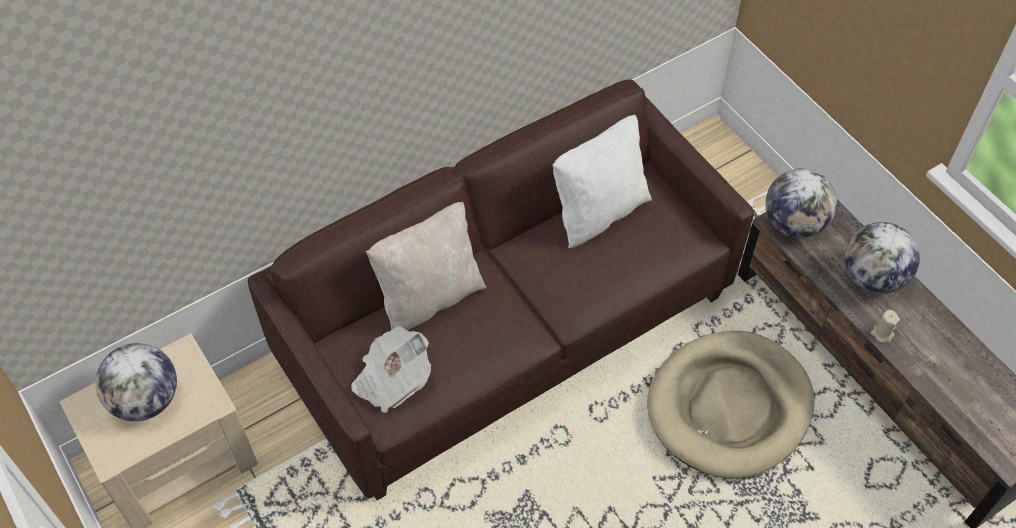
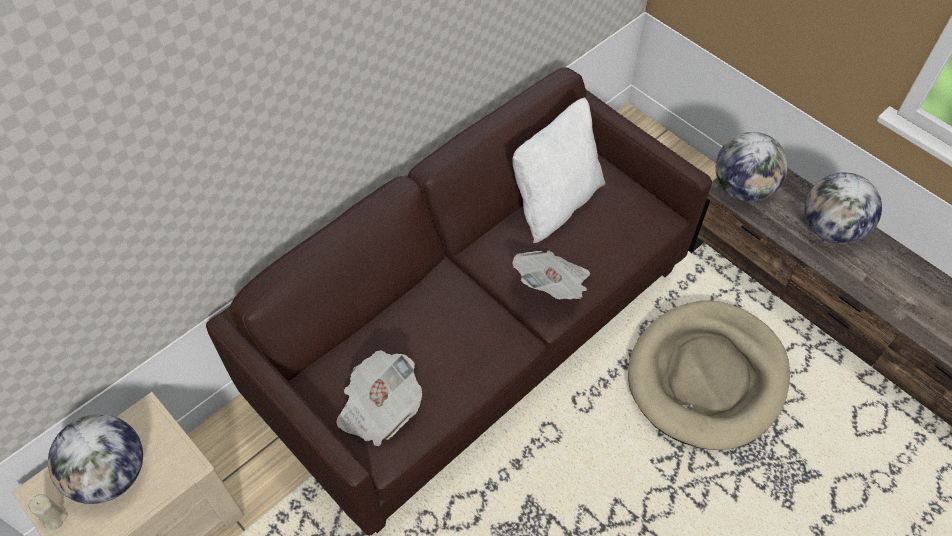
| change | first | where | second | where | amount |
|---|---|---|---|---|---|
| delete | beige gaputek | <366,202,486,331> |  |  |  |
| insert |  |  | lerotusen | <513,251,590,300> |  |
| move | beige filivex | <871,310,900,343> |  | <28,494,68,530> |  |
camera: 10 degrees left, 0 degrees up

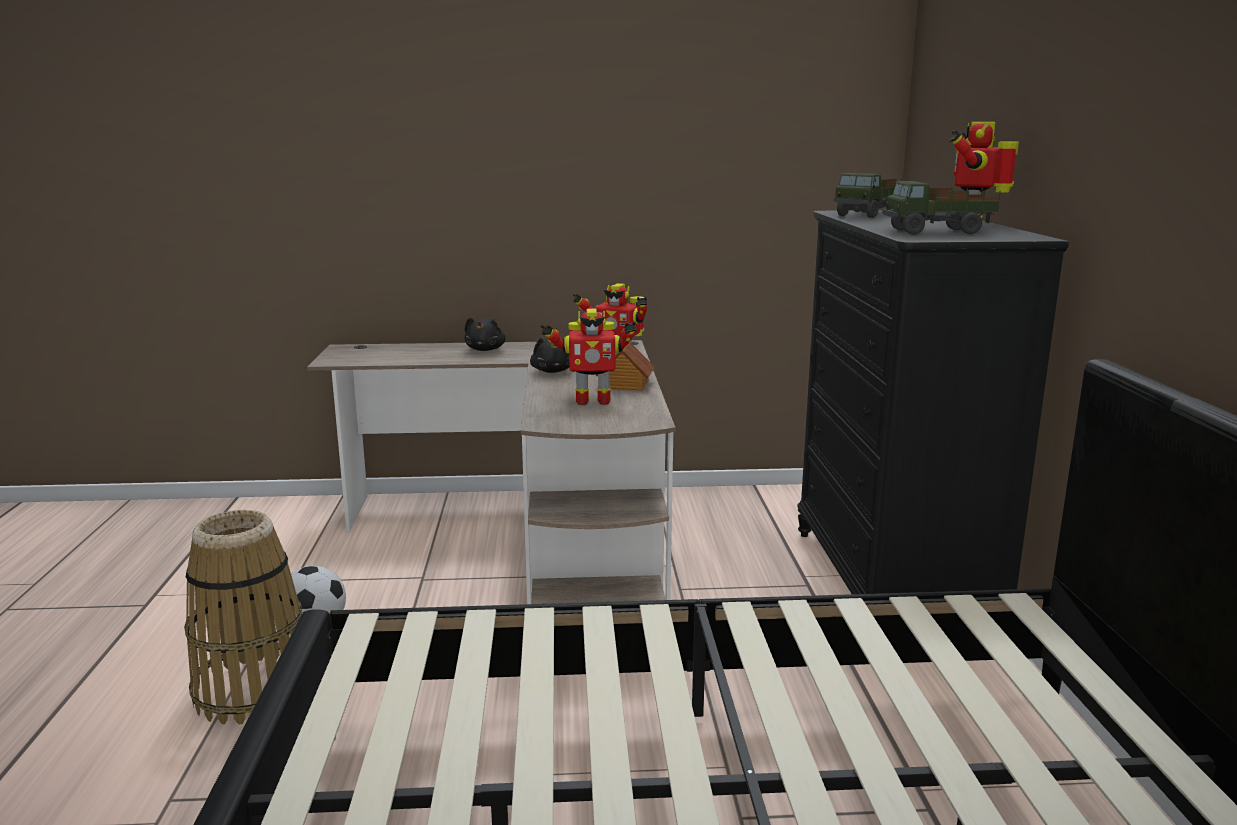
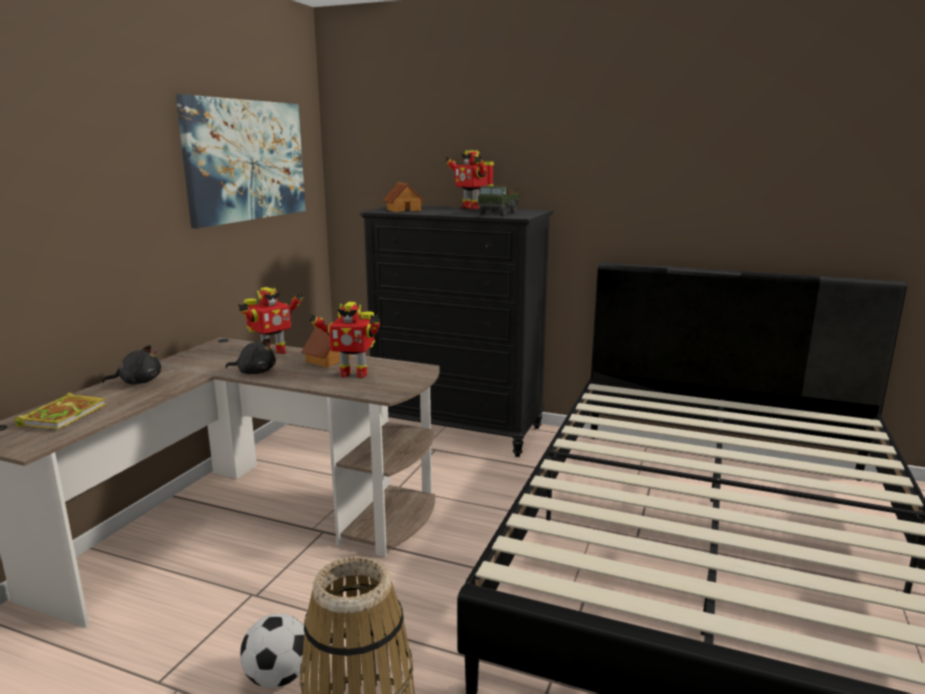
| change | first | where | second | where | amount |
|---|---|---|---|---|---|
| insert |  |  | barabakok | <14,392,106,429> |  |
| insert |  |  | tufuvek | <175,94,306,228> |  |
| replace | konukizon | <833,173,908,218> | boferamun | <382,182,425,212> |  |
| rotate | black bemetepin | <464,317,506,351> |  | <102,345,161,385> | 45 degrees counterclockwise |
| rotate | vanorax | <540,309,637,405> |  | <307,302,380,378> | 75 degrees clockwise |
camera: 65 degrees left, 0 degrees up

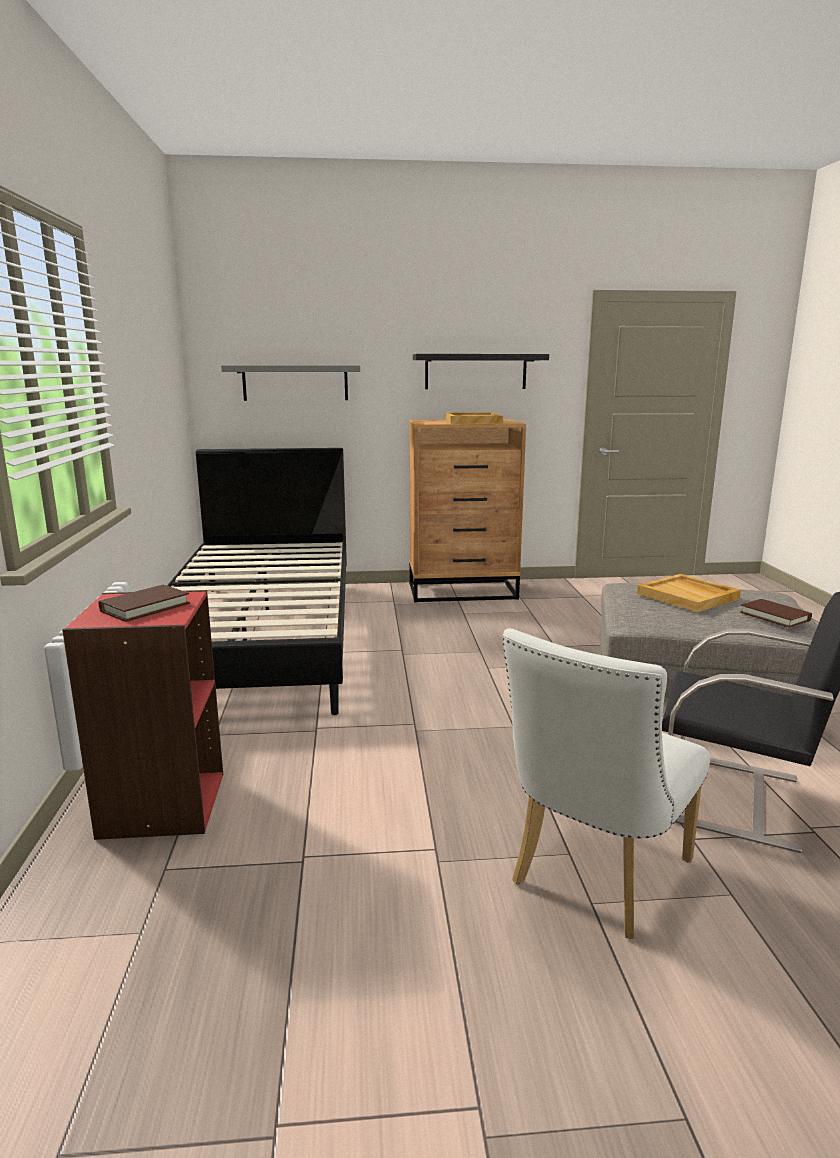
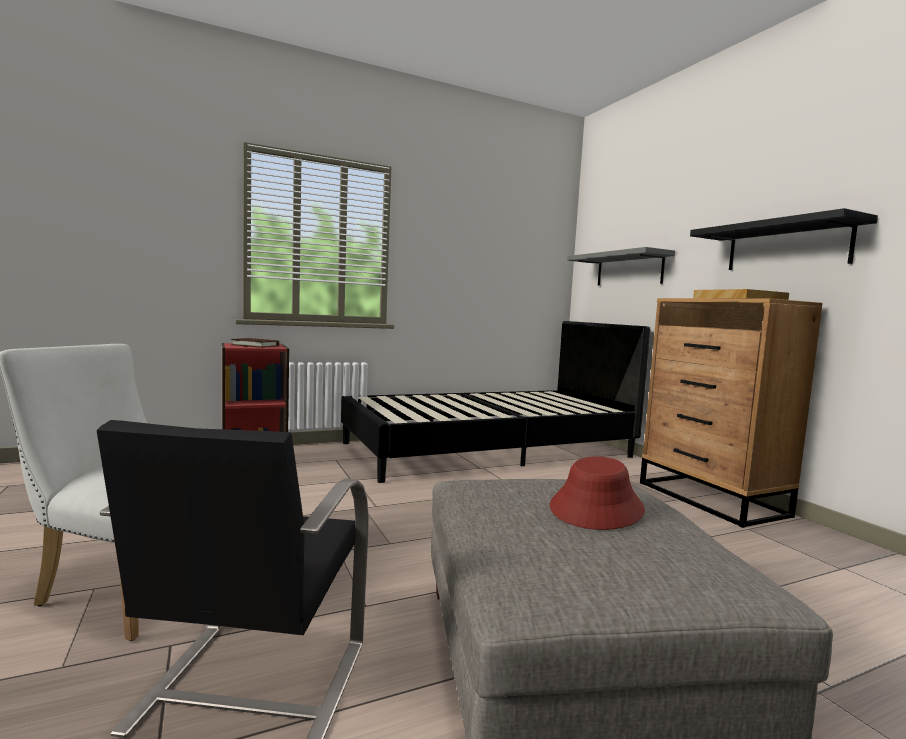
| change | first | where | second | where | amount |
|---|---|---|---|---|---|
| delete | brown barabakok | <740,599,812,628> |  |  |  |
| replace | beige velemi | <637,574,741,612> | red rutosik | <550,456,645,530> |  |
camera: 70 degrees right, 10 degrees down

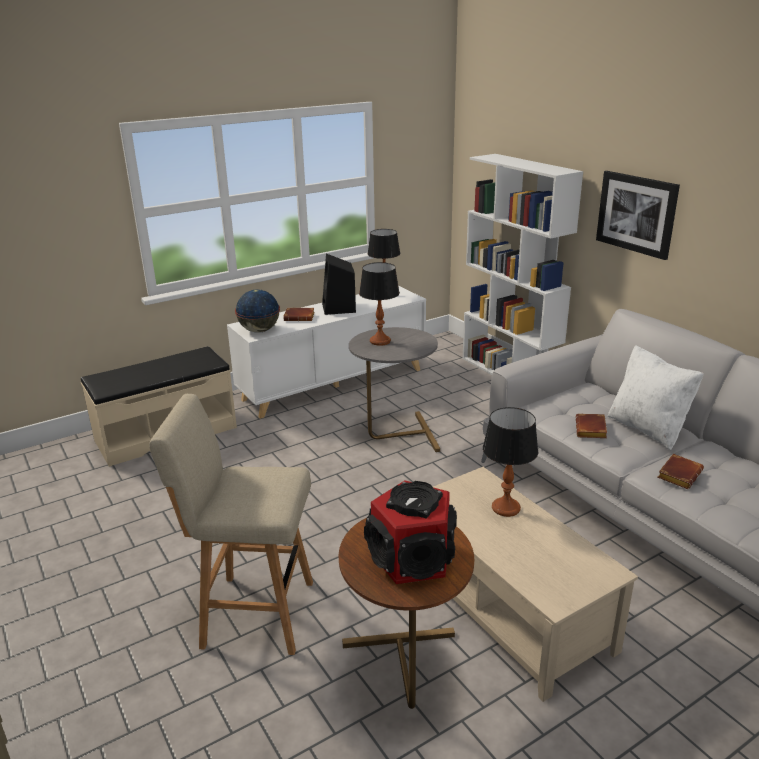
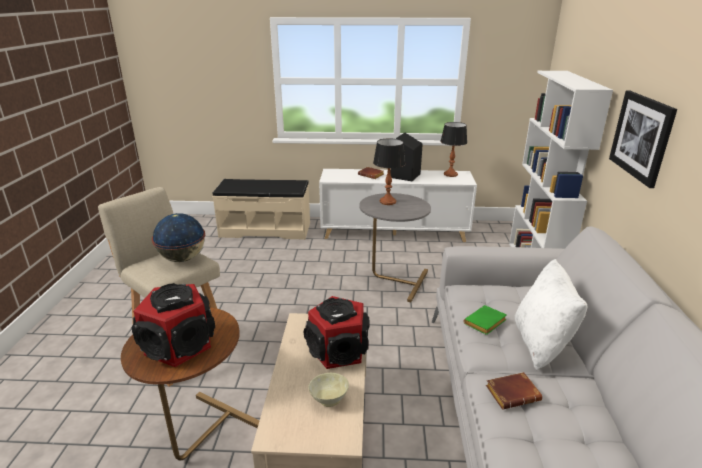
| change | first | where | second | where | amount |
|---|---|---|---|---|---|
| insert |  |  | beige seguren | <308,373,349,407> |  |
| move | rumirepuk | <235,289,280,333> |  | <152,213,205,262> |  |
| replace | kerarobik | <483,407,538,517> | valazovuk | <304,296,370,369> |  |
| recolor | brown barabakok | <576,413,607,438> | green barabakok | <464,305,507,335> |  |
camera: 35 degrees right, 0 degrees up

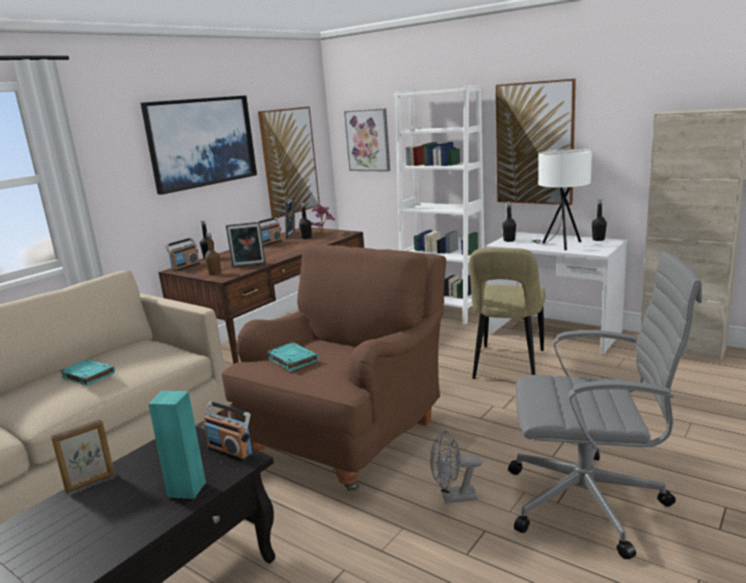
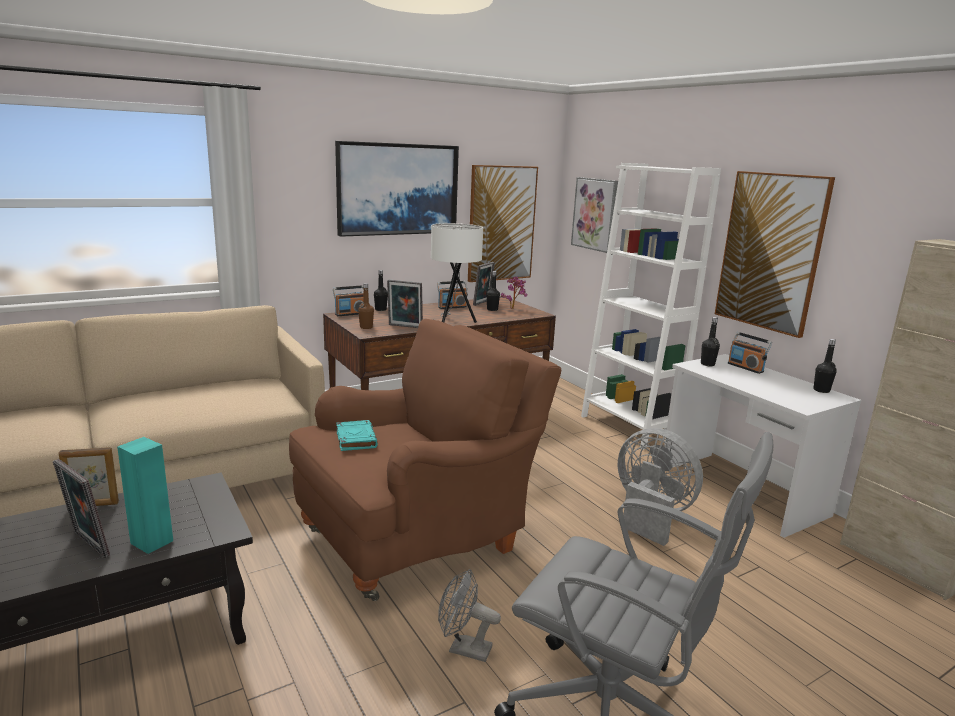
| change | first | where | second | where | amount |
|---|---|---|---|---|---|
| delete | turquoise barabakok | <60,359,115,386> |  |  |  |
| insert |  |  | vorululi | <53,459,110,558> |  |
| move | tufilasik | <204,401,253,461> |  | <728,332,772,374> |  |
| move | white kerarobik | <532,149,592,250> |  | <431,223,483,323> |  |
| replace | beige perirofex | <469,248,546,379> | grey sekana | <618,428,703,546> |  |
camera: 20 degrees right, 0 degrees up

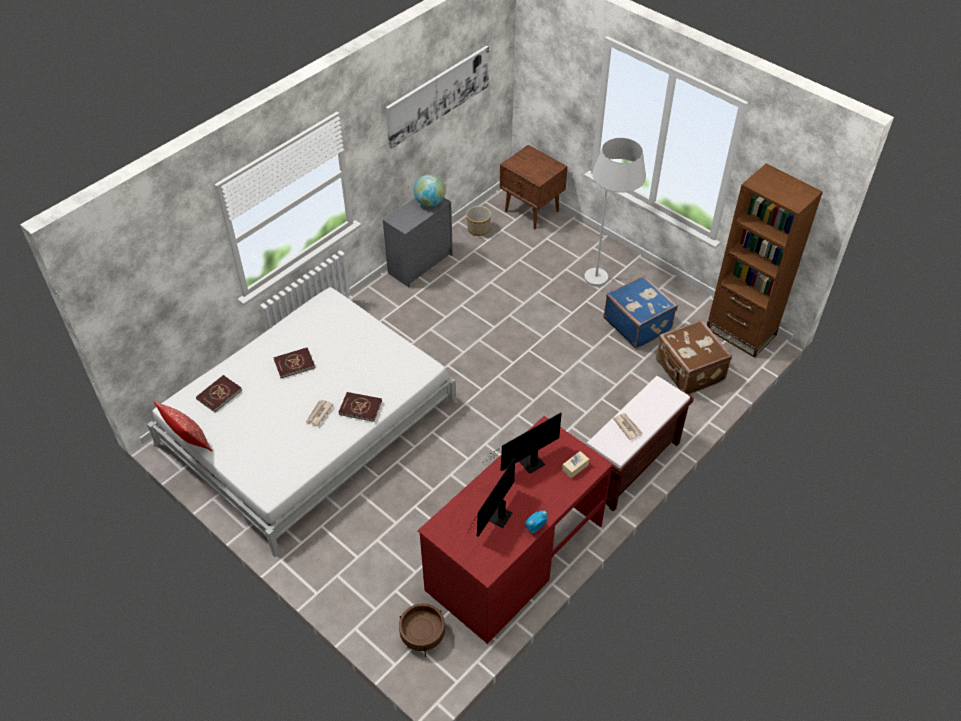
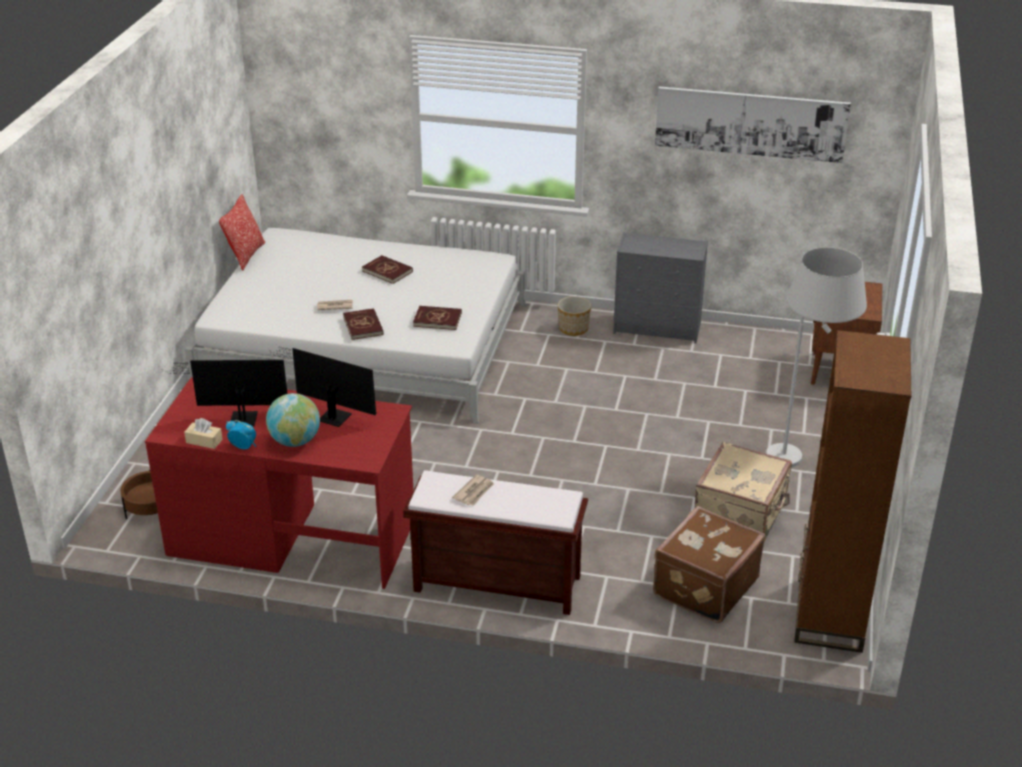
| change | first | where | second | where | amount |
|---|---|---|---|---|---|
| move | red barabakok | <196,375,242,412> |  | <413,306,462,330> |  |
| move | rumirepuk | <414,174,445,207> |  | <266,393,320,447> |  |
| move | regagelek | <466,206,491,236> |  | <558,296,591,336> |  |
| move | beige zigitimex | <562,451,589,478> |  | <184,418,223,449> |  |
| recolor | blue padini | <604,275,678,349> | beige padini | <695,442,792,542> |  |
camera: 60 degrees right, 15 degrees down

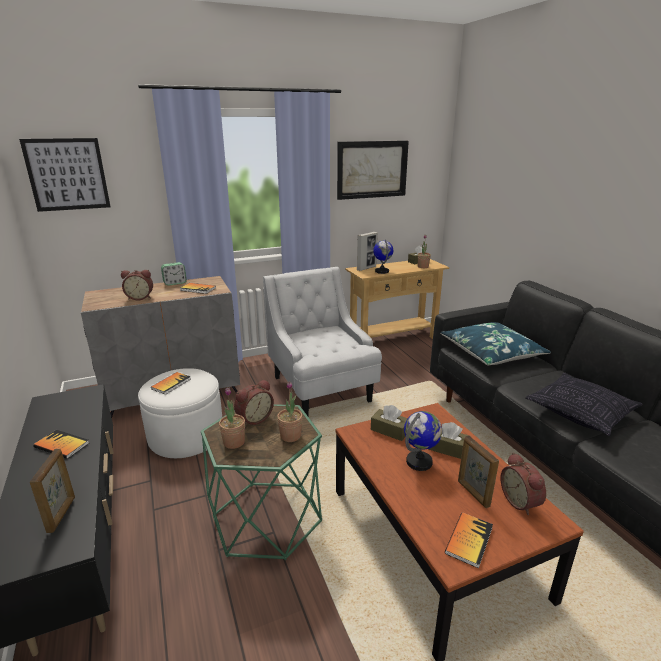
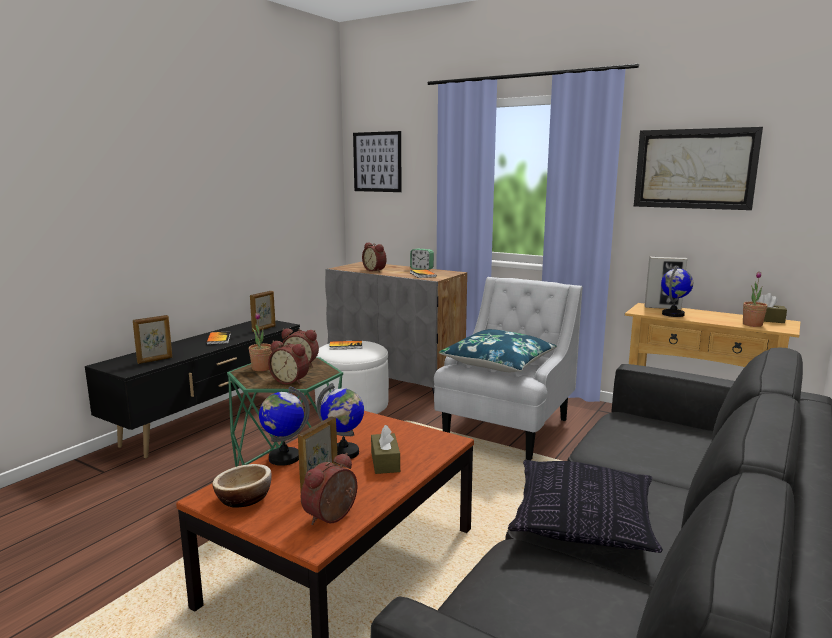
| change | first | where | second | where | amount |
|---|---|---|---|---|---|
| delete | brown zigitimex | <371,405,408,441> |  |  |  |
| insert |  |  | vorululi | <250,291,275,332> |  |
| insert |  |  | rumirepuk | <259,386,310,466> |  |
| move | blue gaputek | <440,322,551,366> |  | <439,329,557,372> |  |
| replace | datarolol | <277,381,303,442> | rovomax | <268,341,309,385> |  |
| replace | barabakok | <445,512,493,569> | seguren | <212,464,272,508> |  |
camera: 55 degrees right, 10 degrees down

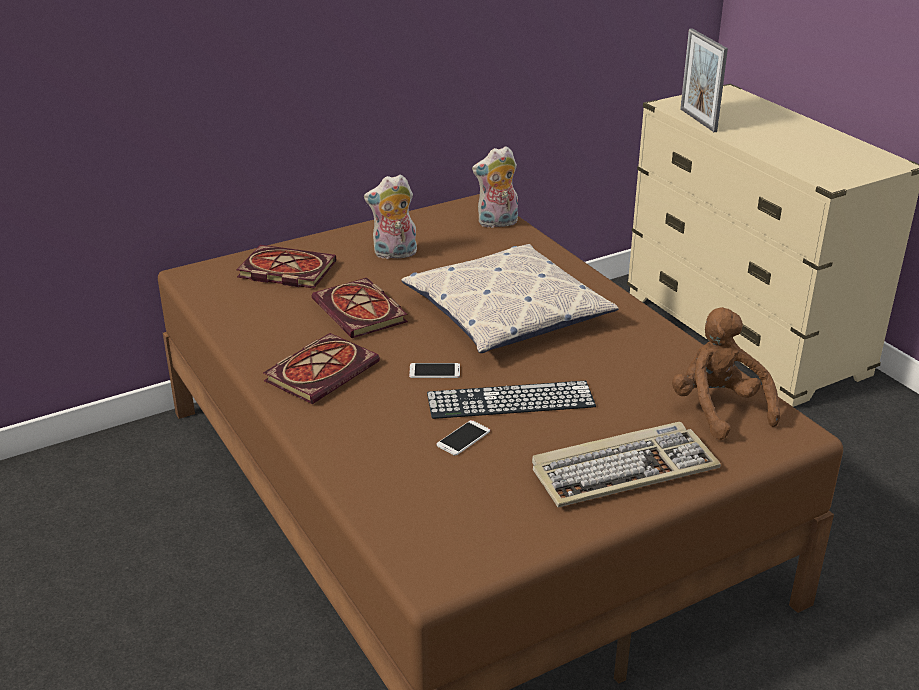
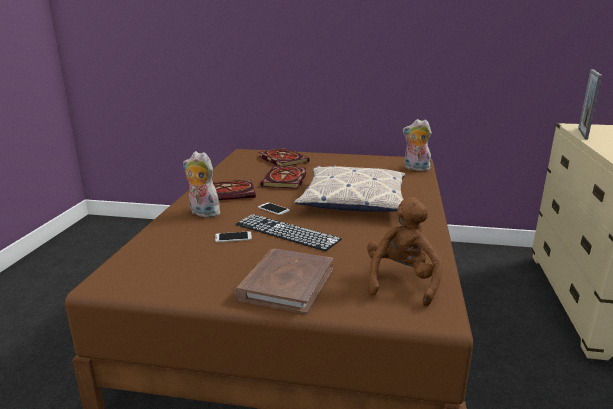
| change | first | where | second | where | amount |
|---|---|---|---|---|---|
| move | bemetepin | <364,174,417,259> |  | <183,151,224,218> |  |
| replace | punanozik | <532,422,721,508> | brown barabakok | <234,249,333,315> |  |
camera: 40 degrees right, 10 degrees down

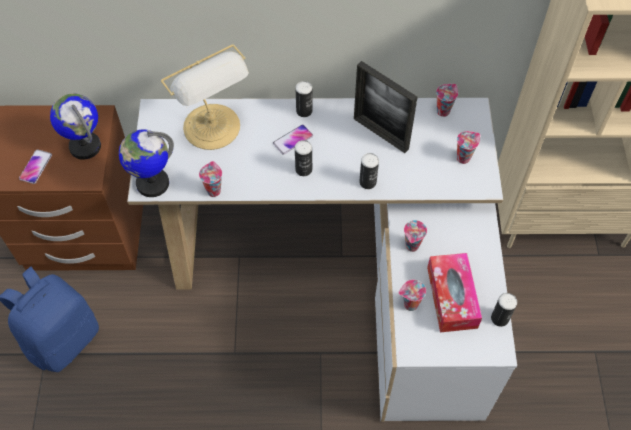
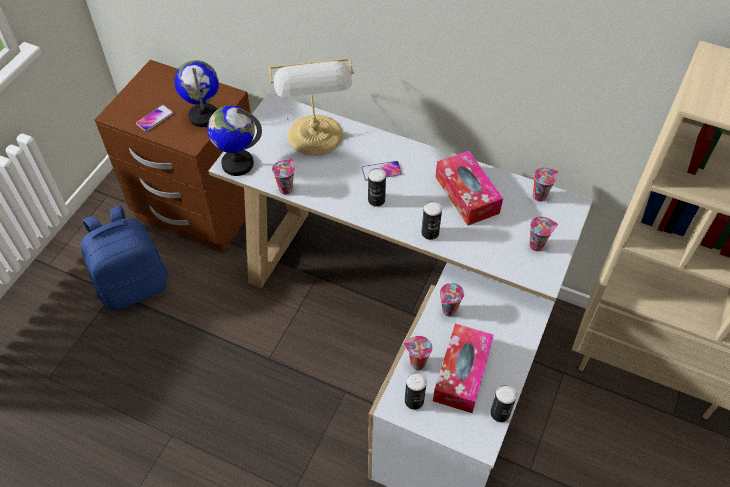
| change | first | where | second | where | amount |
|---|---|---|---|---|---|
| move | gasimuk | <296,81,313,117> |  | <405,372,427,410> |  |
| replace | vorululi | <354,61,417,153> | zigitimex | <435,151,503,225> |  |
camera: 25 degrees right, 5 degrees down

